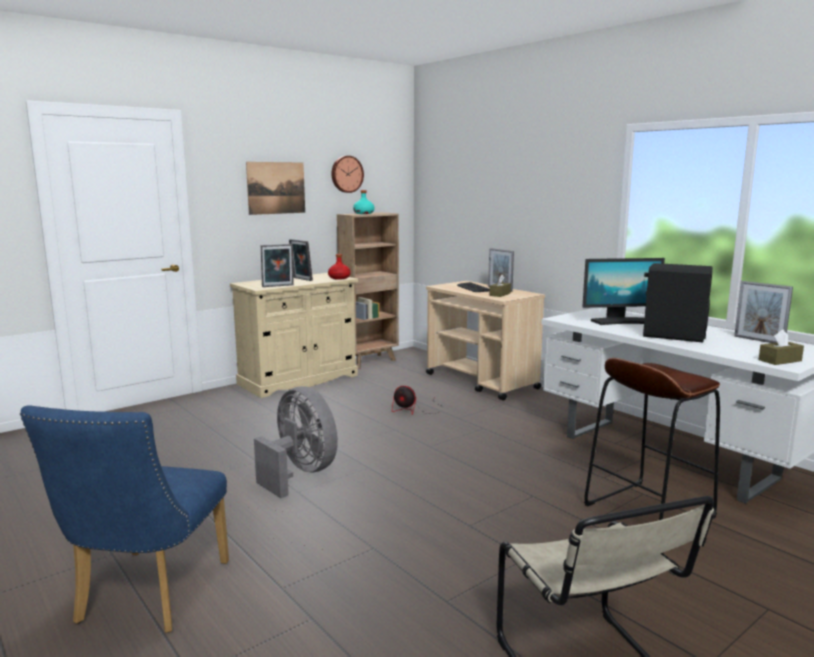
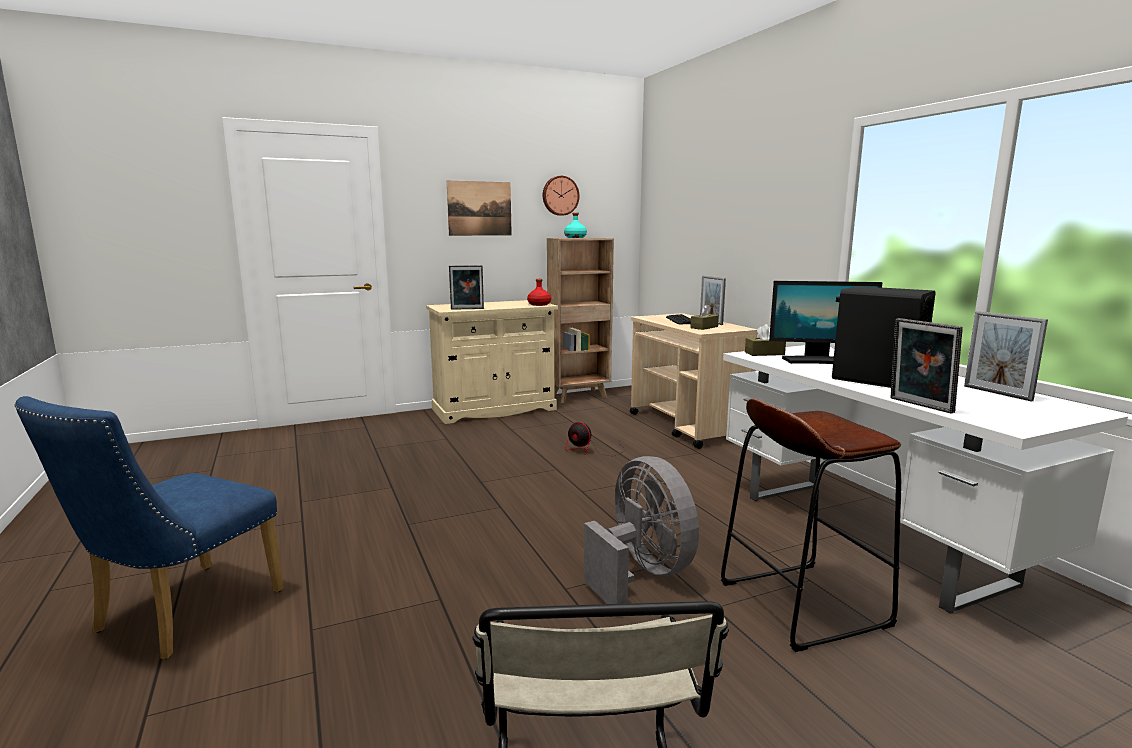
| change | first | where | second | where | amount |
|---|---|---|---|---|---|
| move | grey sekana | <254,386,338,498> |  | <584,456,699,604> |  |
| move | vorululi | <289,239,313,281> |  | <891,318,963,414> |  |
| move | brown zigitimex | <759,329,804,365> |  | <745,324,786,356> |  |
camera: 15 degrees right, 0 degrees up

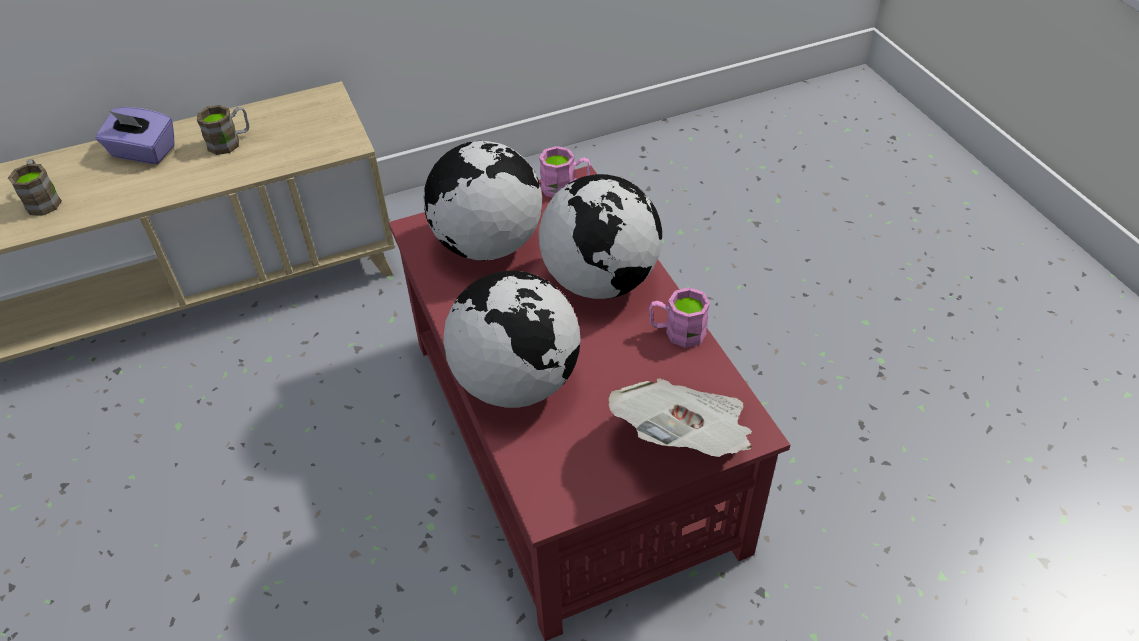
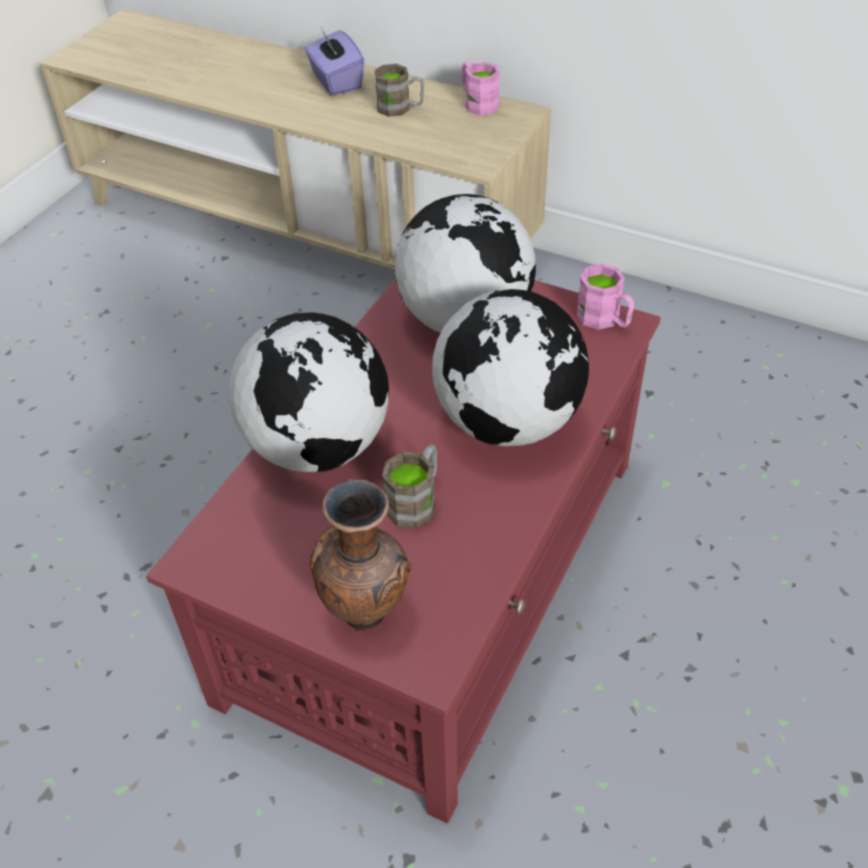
| change | first | where | second | where | amount |
|---|---|---|---|---|---|
| move | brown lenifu | <8,159,62,216> |  | <382,444,437,528> |  |
| move | pink lenifu | <649,287,710,348> |  | <462,62,500,115> |  |
| replace | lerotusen | <608,378,752,457> | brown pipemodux | <310,479,411,631> |  |
camera: 50 degrees right, 0 degrees up

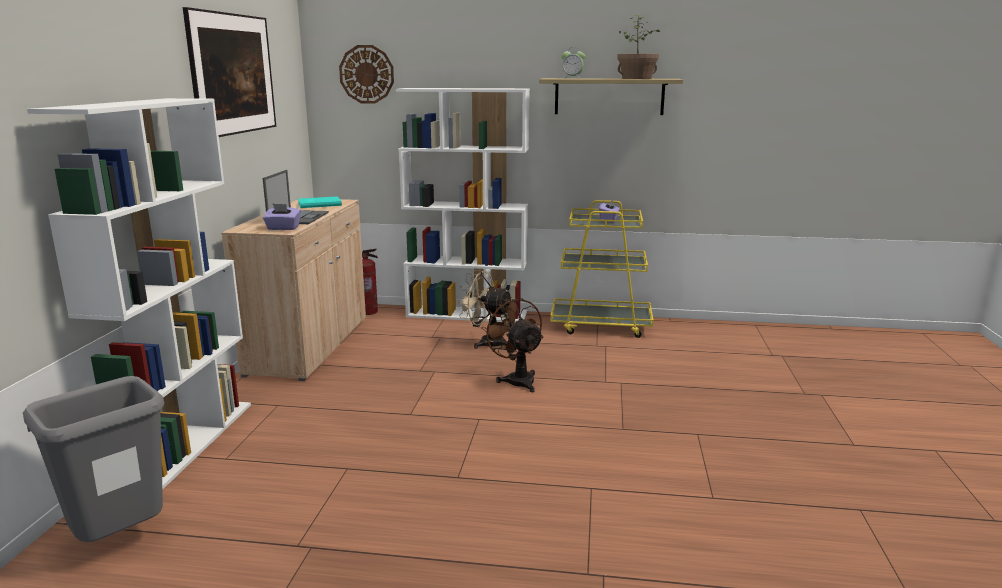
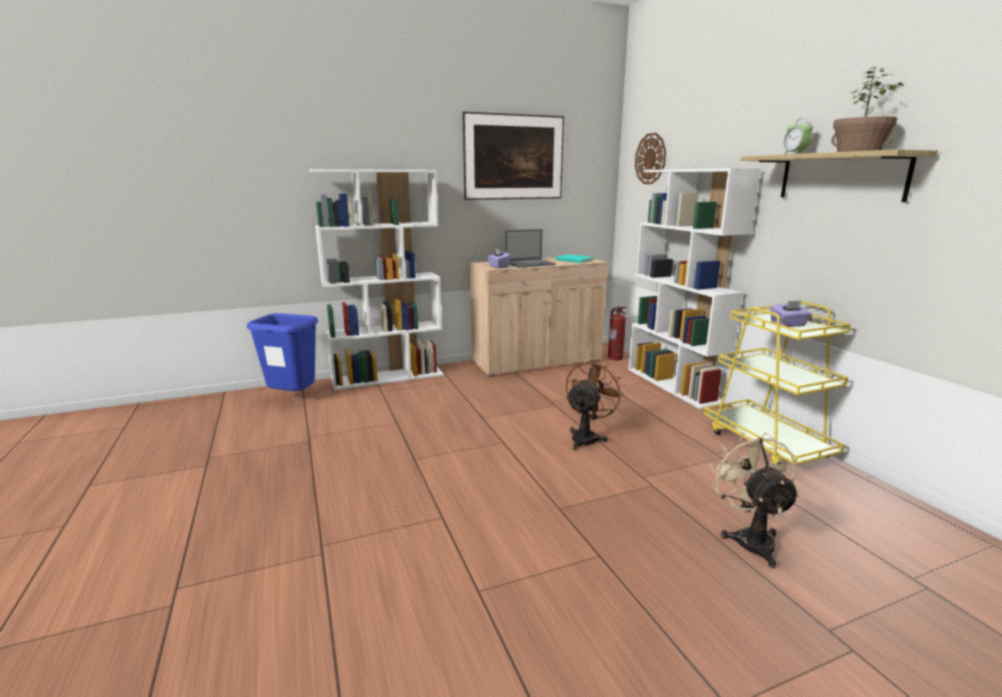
| change | first | where | second | where | amount |
|---|---|---|---|---|---|
| move | beige sekana | <457,270,513,349> |  | <709,432,800,568> |  |
| recolor | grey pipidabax | <23,376,164,542> | blue pipidabax | <247,313,318,391> |  |
camera: 60 degrees right, 0 degrees up

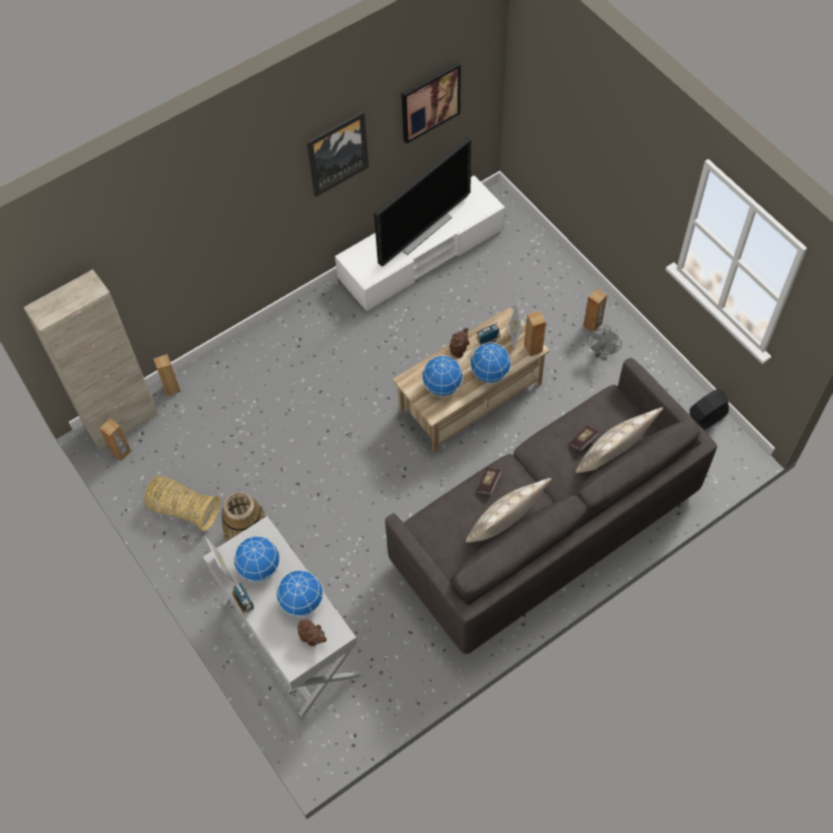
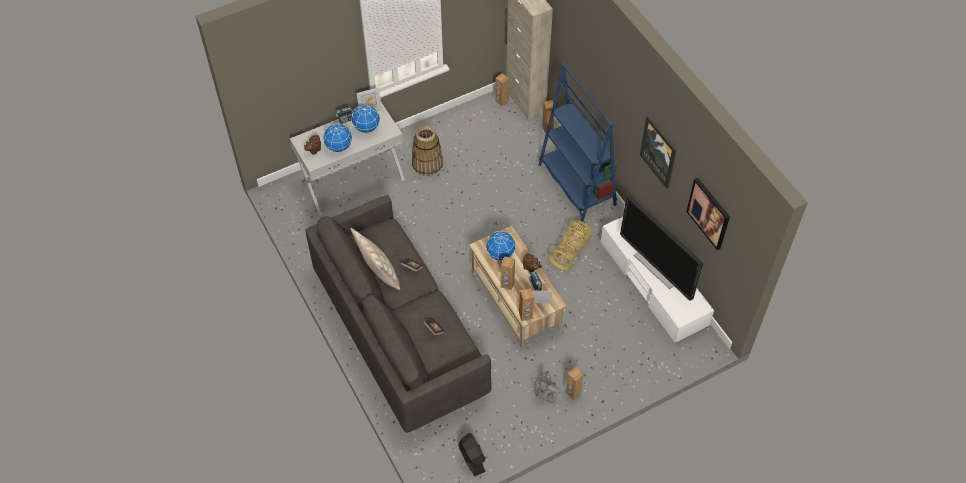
| change | first | where | second | where | amount |
|---|---|---|---|---|---|
| delete | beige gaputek | <576,407,663,473> |  |  |  |
| insert |  |  | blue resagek | <538,63,617,221> |  |
| move | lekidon | <144,476,220,531> |  | <549,220,592,270> |  |
| replace | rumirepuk | <470,342,511,384> | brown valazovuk | <501,256,515,290> |  |
camera: 95 degrees right, 5 degrees down

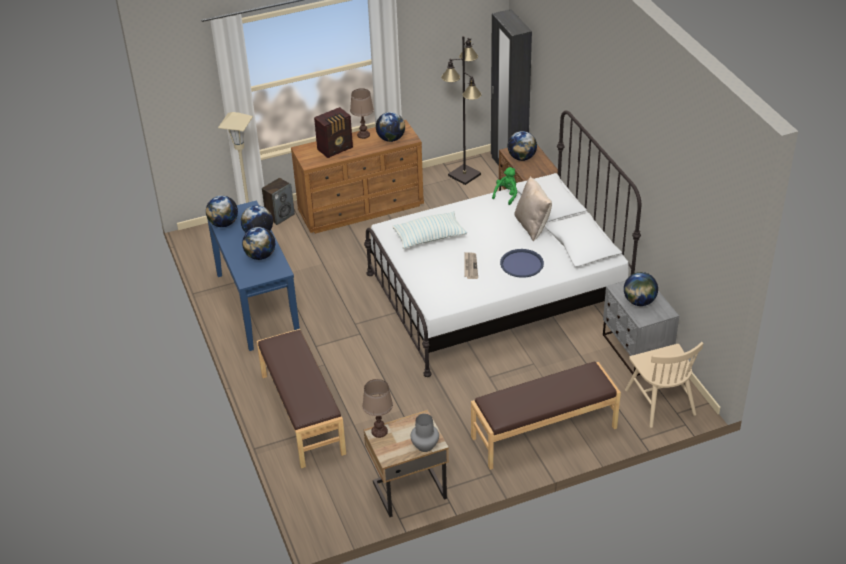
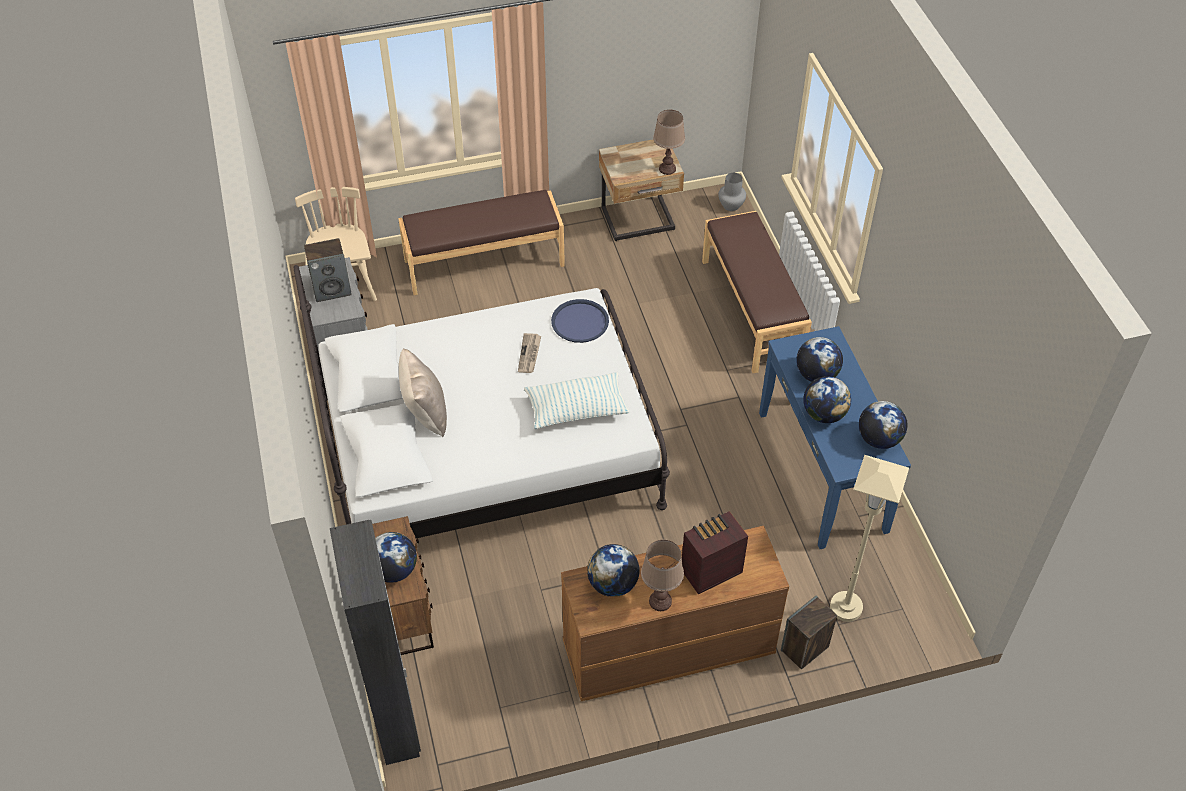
| change | first | where | second | where | amount |
|---|---|---|---|---|---|
| delete | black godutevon | <441,36,481,185> |  |  |  |
| delete | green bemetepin | <492,167,517,205> |  |  |  |
| move | grey pipemodux | <410,414,439,452> |  | <718,173,746,211> |  |
| move | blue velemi | <500,249,544,278> |  | <551,299,609,343> |  |
| replace | rumirepuk | <624,272,658,306> | valazovuk | <304,238,352,302> |  |
camera: 175 degrees left, 10 degrees up

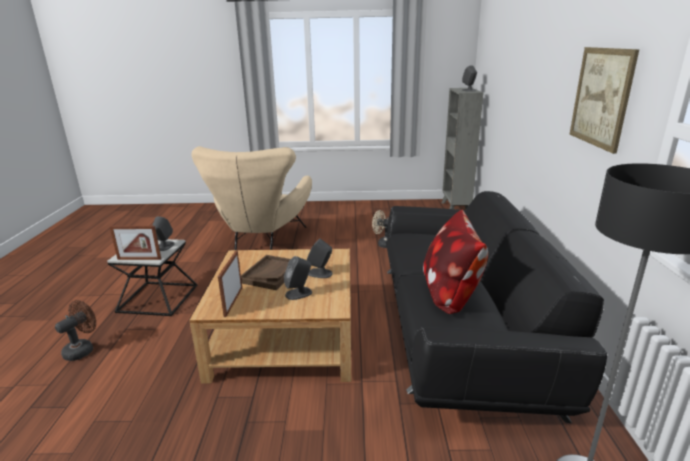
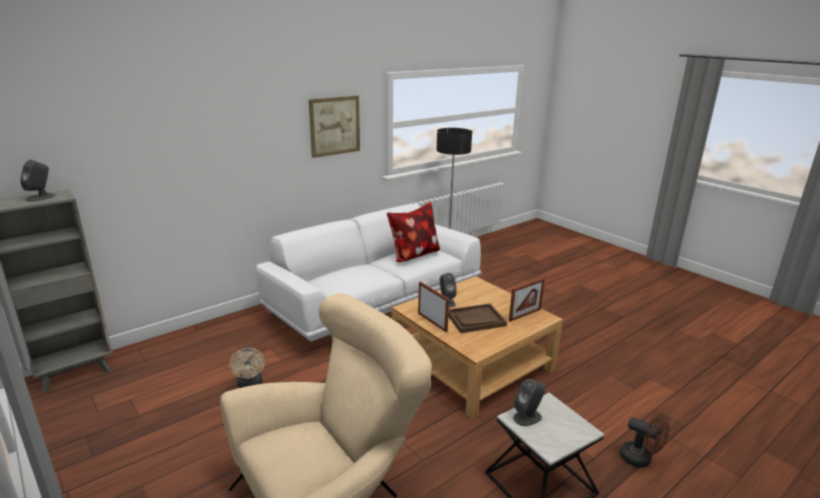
| change | first | where | second | where | amount |
|---|---|---|---|---|---|
| delete | grey valazovuk | <284,256,312,300> |  |  |  |
| move | vorululi | <109,226,161,260> |  | <418,282,449,332> |  |
| recolor | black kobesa | <386,191,607,423> | white kobesa | <256,204,482,341> |  |
| rotate | brown sekana | <55,300,96,361> |  | <620,414,670,468> | 135 degrees counterclockwise |
camera: 130 degrees left, 0 degrees up

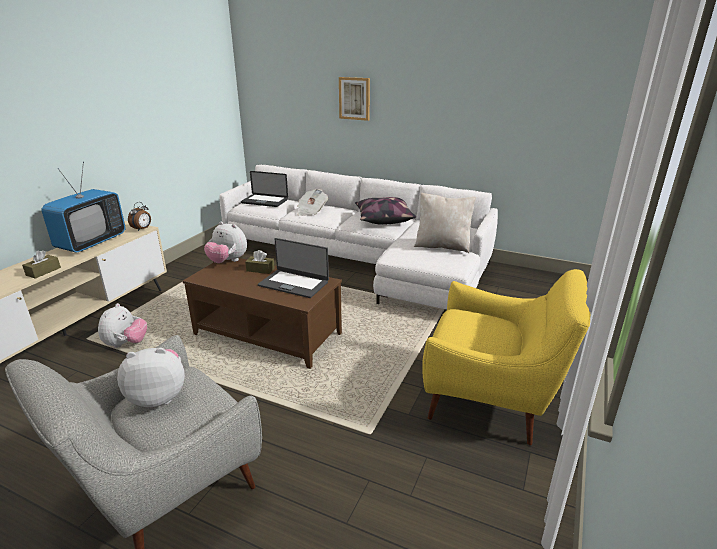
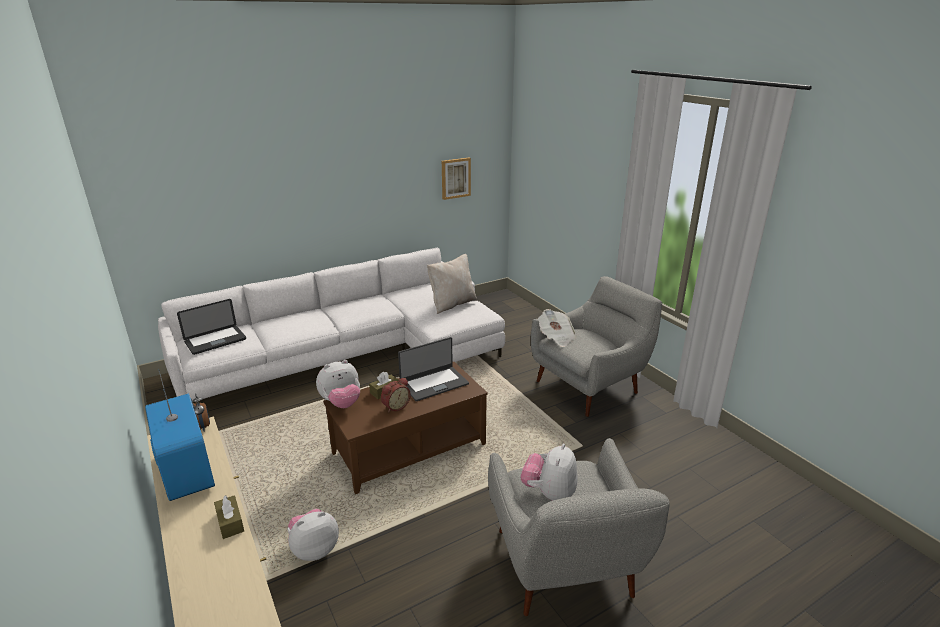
| change | first | where | second | where | amount |
|---|---|---|---|---|---|
| delete | gaputek | <355,197,416,225> |  |  |  |
| insert |  |  | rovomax | <381,378,411,413> |  |
| move | lerotusen | <297,189,328,216> |  | <538,309,577,347> |  |
| move | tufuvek | <339,77,370,121> |  | <442,158,471,200> |  |
| recolor | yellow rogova | <422,269,590,445> | grey rogova | <531,276,662,417> |  |
| rotate | bemetepin | <98,303,147,348> |  | <287,509,339,561> | 75 degrees counterclockwise |
camera: 55 degrees left, 0 degrees up

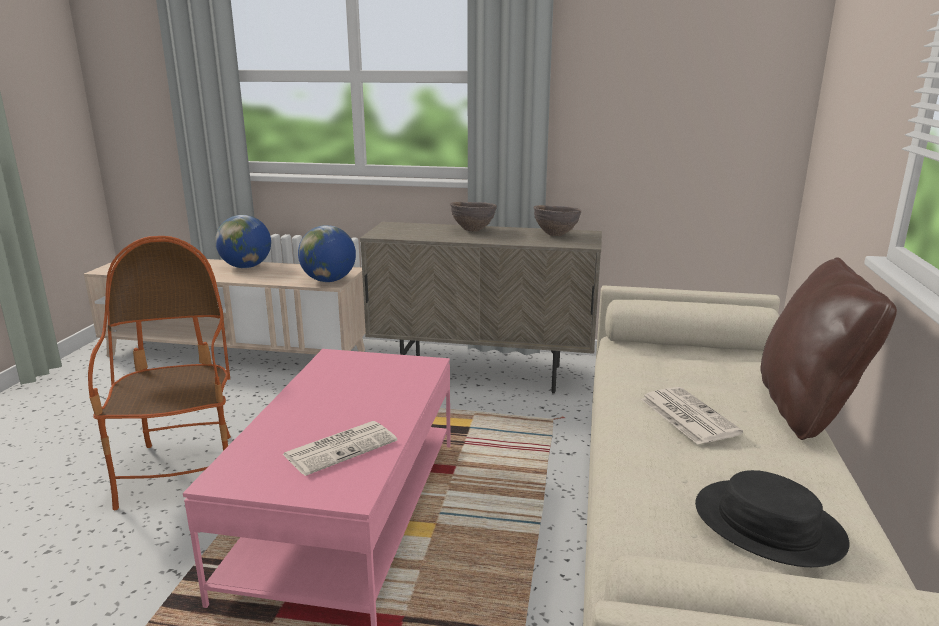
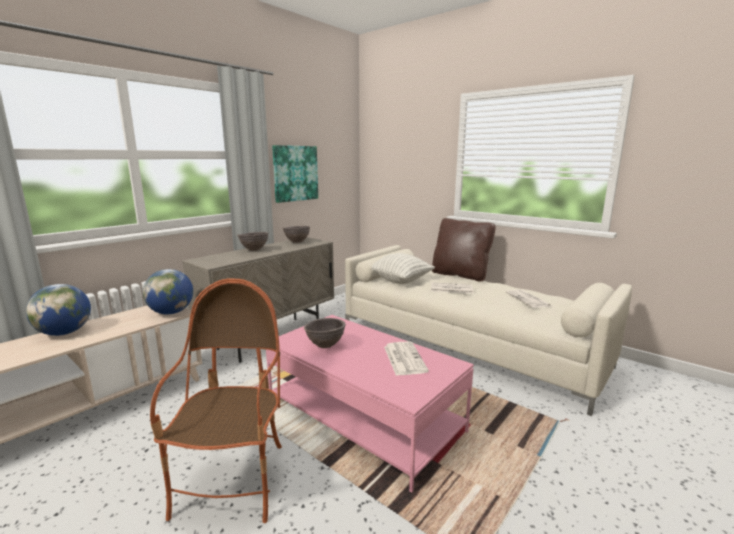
| change | first | where | second | where | amount |
|---|---|---|---|---|---|
| insert |  |  | tufuvek | <272,145,318,203> |  |
| insert |  |  | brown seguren | <304,318,346,348> |  |
| insert |  |  | gaputek | <372,253,435,284> |  |
| replace | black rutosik | <695,470,850,567> | lerotusen | <506,290,551,308> |  |
| rotate | rogova | <88,236,231,510> |  | <150,279,282,523> | 75 degrees clockwise |
camera: 60 degrees left, 5 degrees down

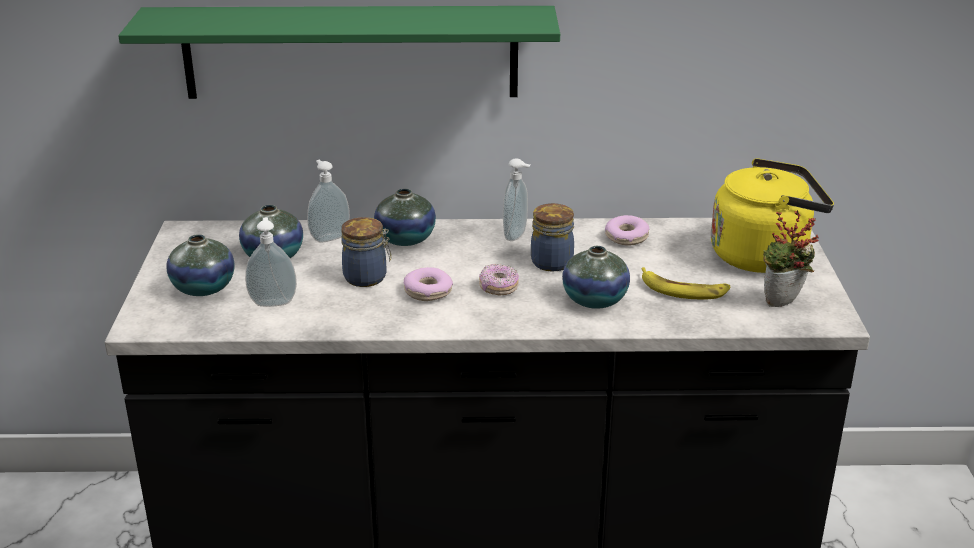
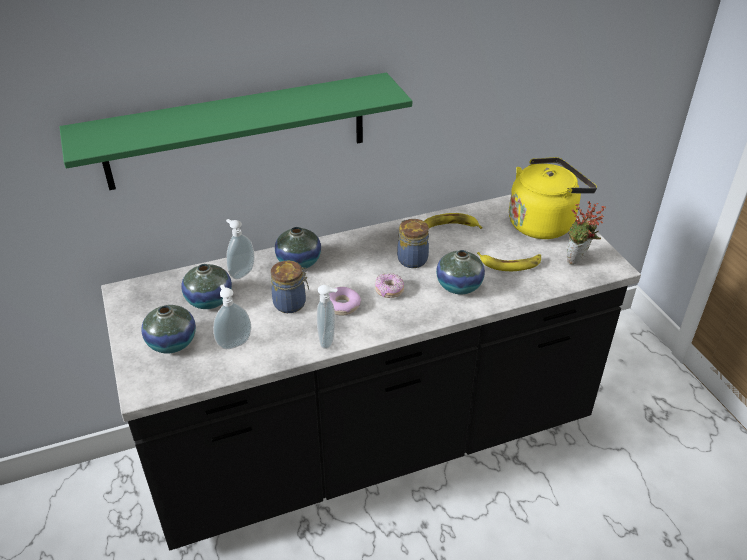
| change | first | where | second | where | amount |
|---|---|---|---|---|---|
| move | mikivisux | <503,158,530,241> |  | <317,285,338,349> |  |
| replace | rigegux | <605,215,650,246> | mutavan | <424,213,483,229> |  |
camera: 20 degrees left, 10 degrees up

